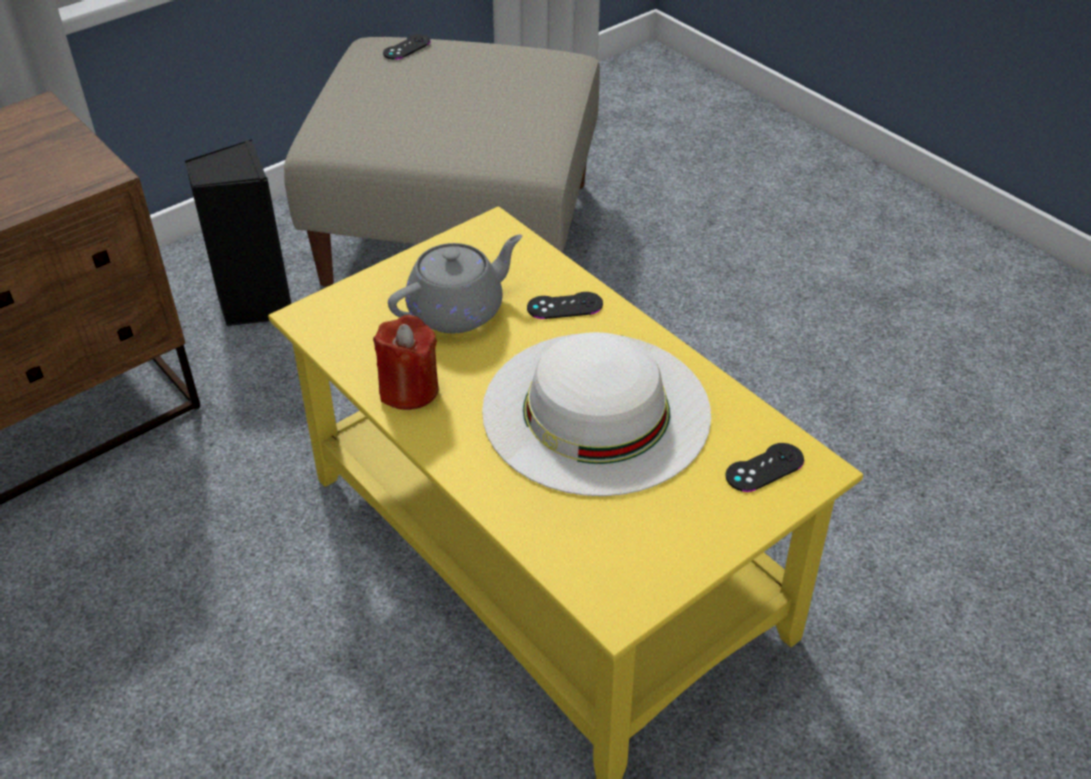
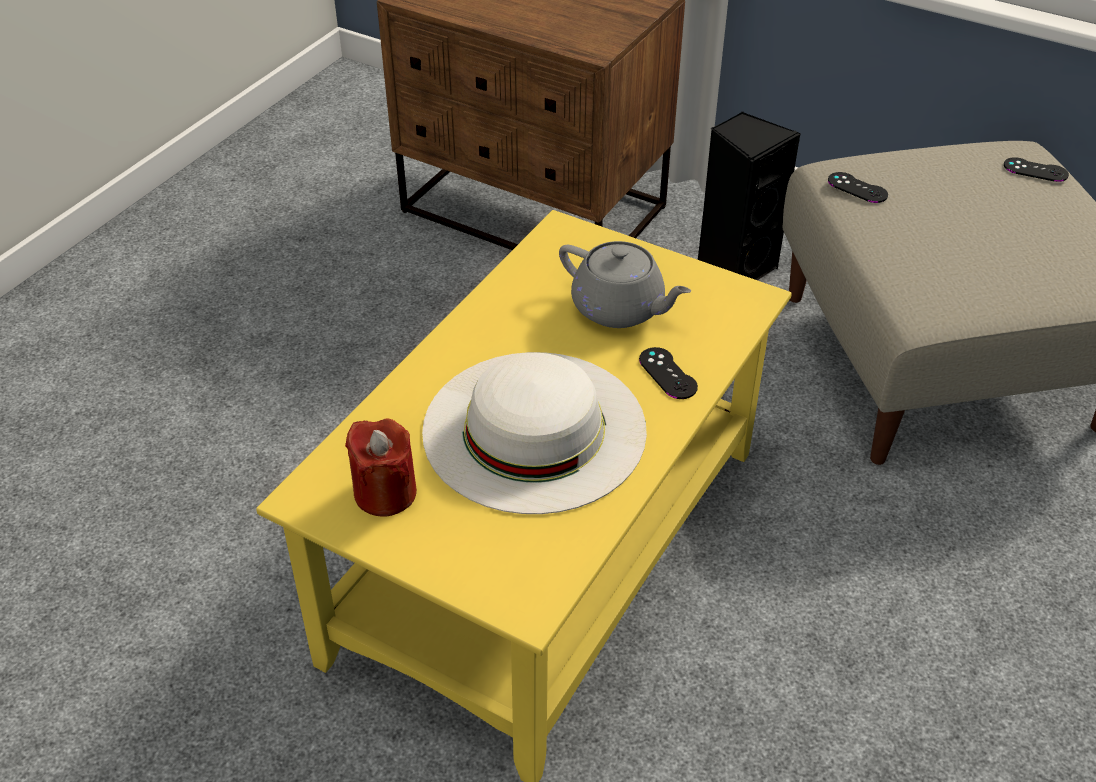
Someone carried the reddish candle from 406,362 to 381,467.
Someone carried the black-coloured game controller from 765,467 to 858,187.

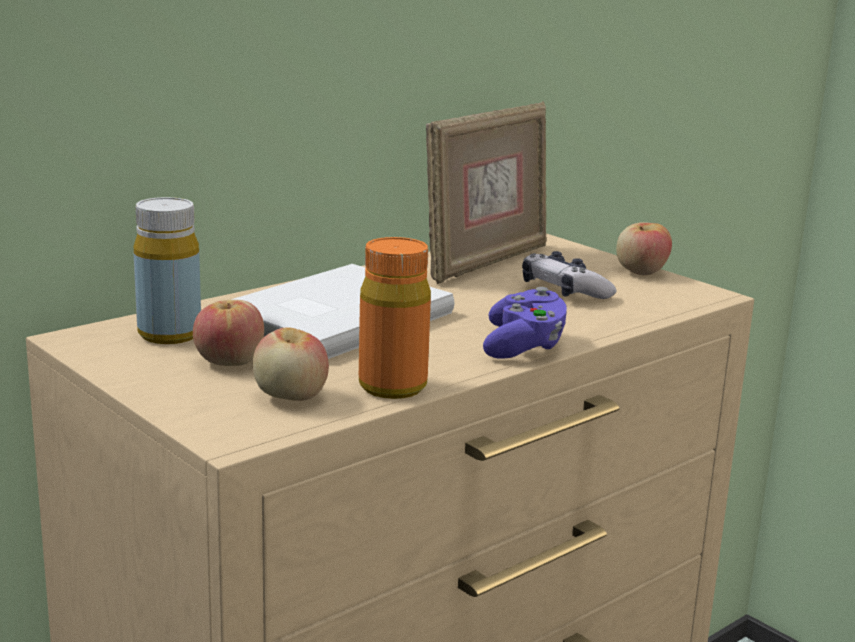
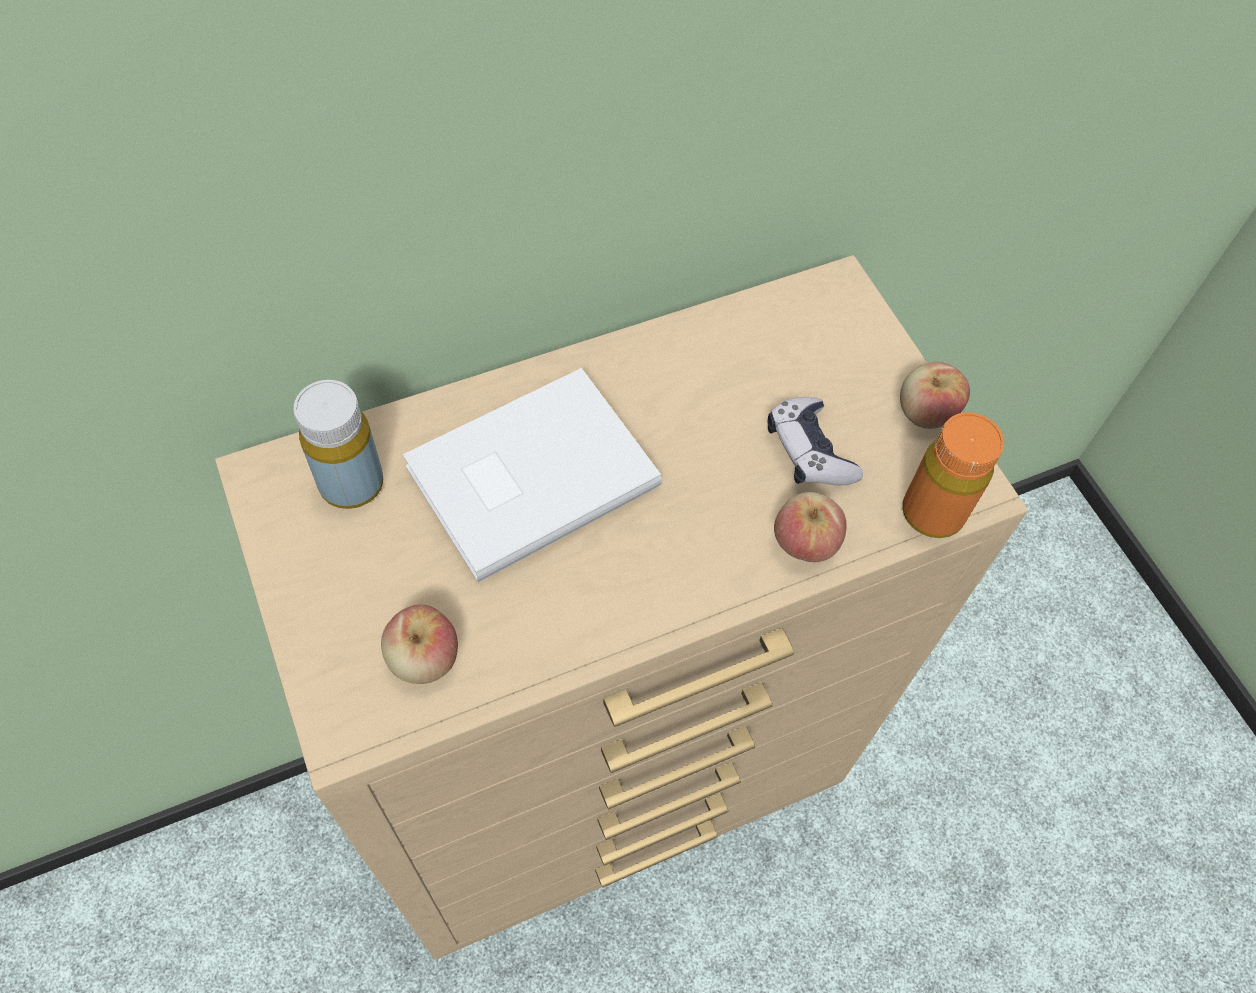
Someone took away the picture frame at 486,192.
Someone took away the purple game controller at 525,323.
Someone carried the whole apple from 228,333 to 810,527.
Someone carried the orange beverage bottle from 395,318 to 953,475.

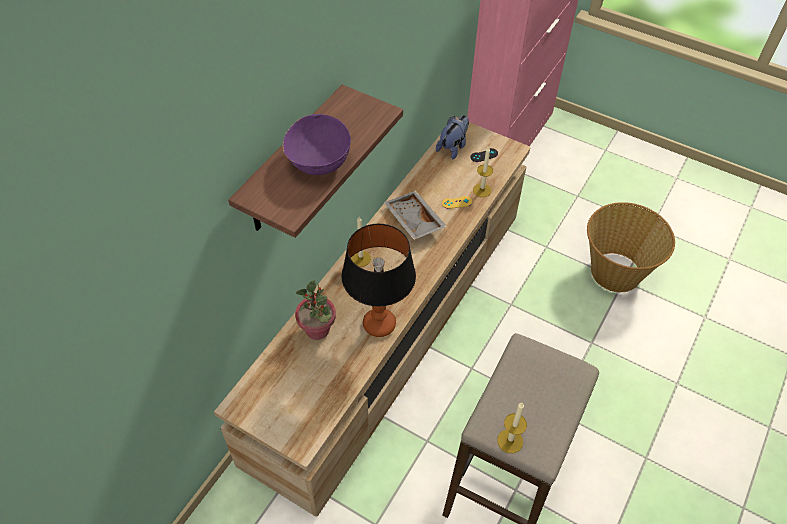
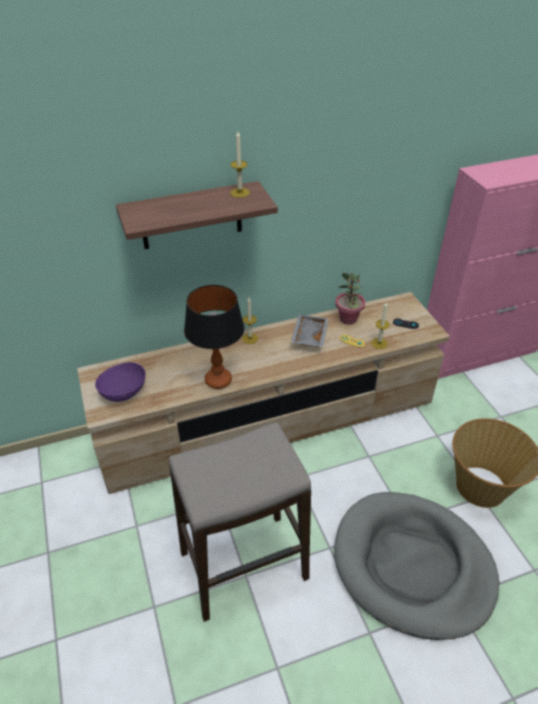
Someone took away the plush toy at 452,137.
Someone put down the grey dog cushion at 416,566.
Someone carried the purple deep dish from 317,144 to 120,382.
Someone carried the potted plant from 315,310 to 350,299.
Someone carried the candle from 512,428 to 240,164.

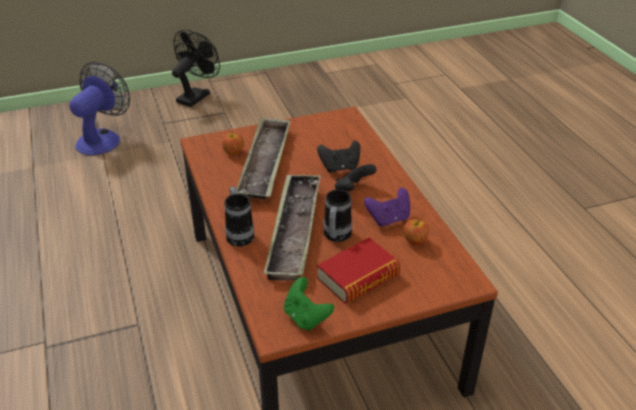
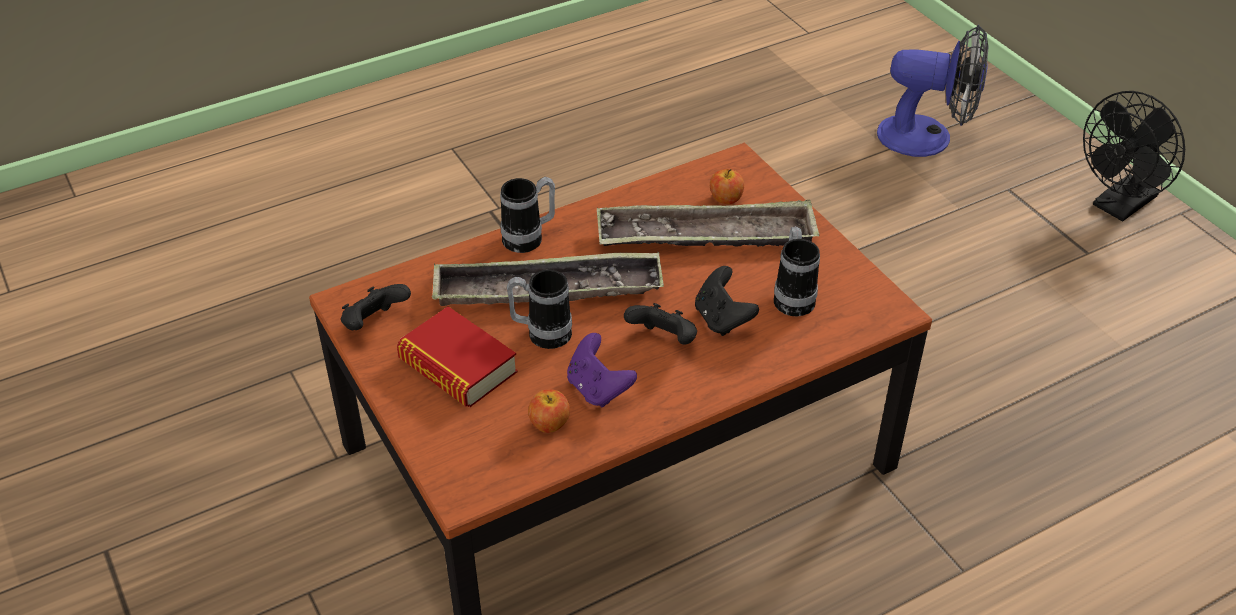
Someone put down the coffee mug at 797,271.
Someone repainted the green game controller at 309,304, which became the black-coloured game controller at 376,307.
Someone rotated the black-coloured cooling fan at 196,68 by 120 degrees clockwise.

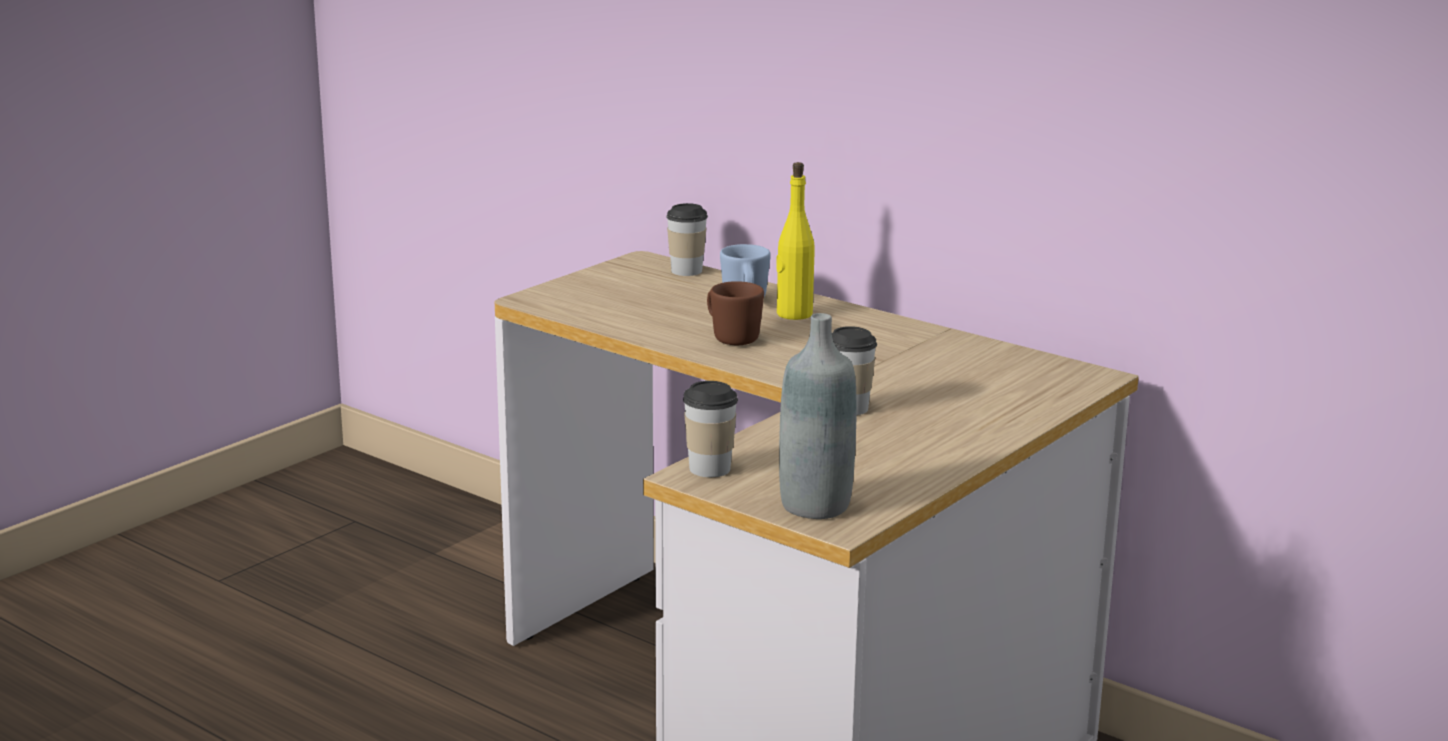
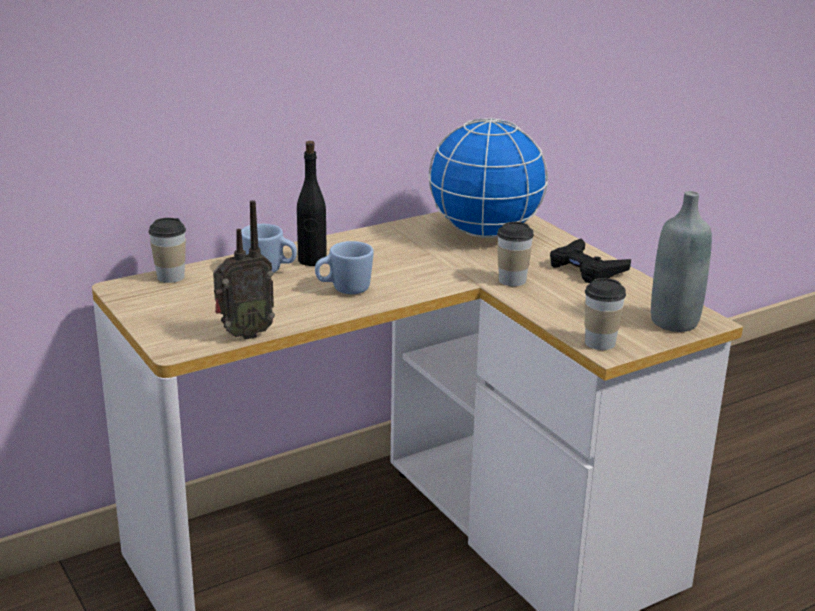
Someone put down the radio at 244,270.
Someone put down the globe at 488,178.
Someone put down the black-coloured game controller at 590,260.
Someone repainted the brown-coloured coffee mug at 735,313, which became the blue coffee mug at 344,267.
Someone repainted the yellow-coloured beverage bottle at 795,241, which became the black-coloured beverage bottle at 312,203.

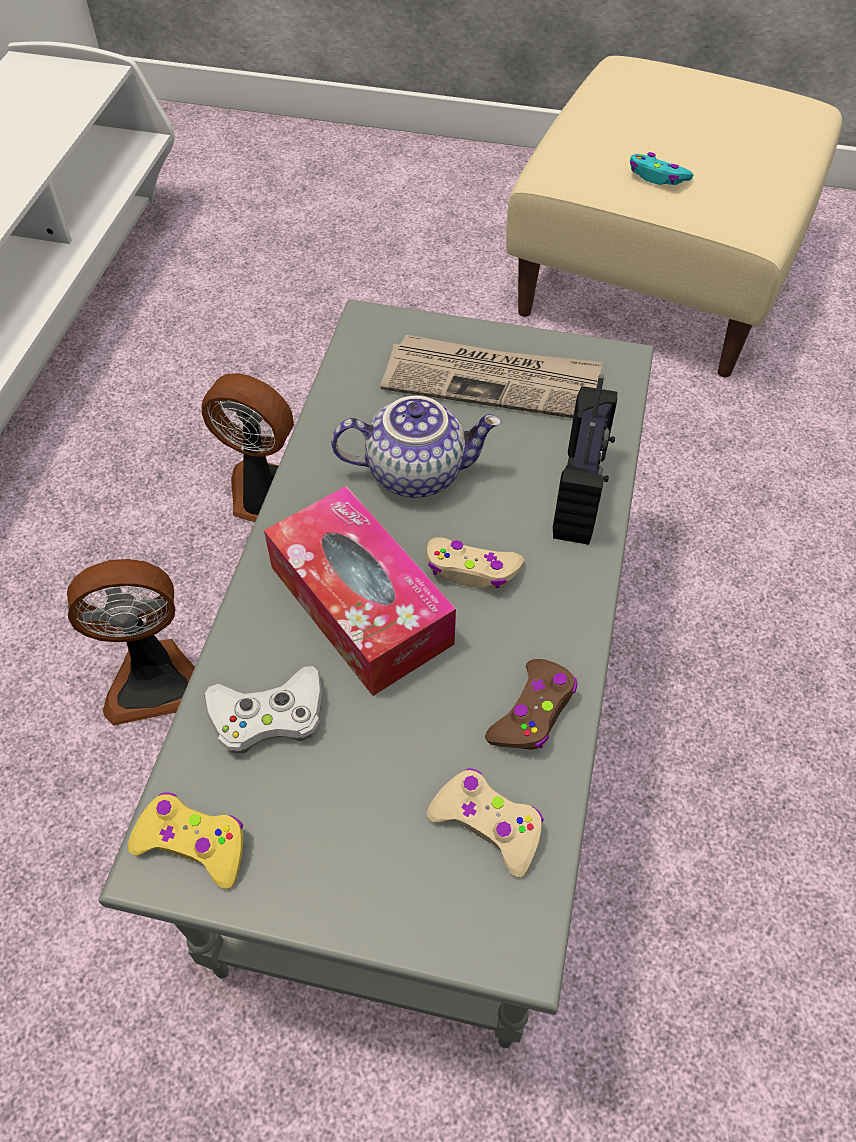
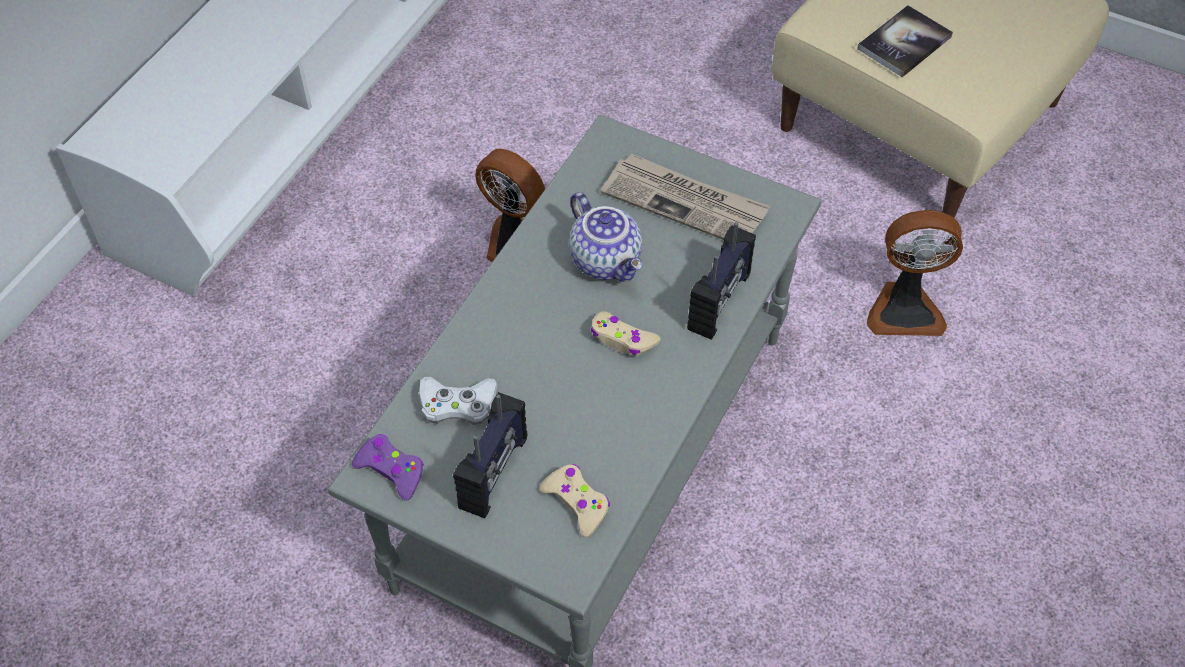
Someone took away the box of tissues at 360,591.
Someone took away the brown-coloured game controller at 531,704.
Someone put down the radio at 490,455.
Someone carried the cooling fan from 131,642 to 915,273.
Someone swapped the turquoise game controller at 662,168 for the book at 905,41.
Someone repainted the yellow-coloured game controller at 185,840, which became the purple game controller at 388,467.
Someone rotated the pot for tea at 416,447 by 45 degrees clockwise.

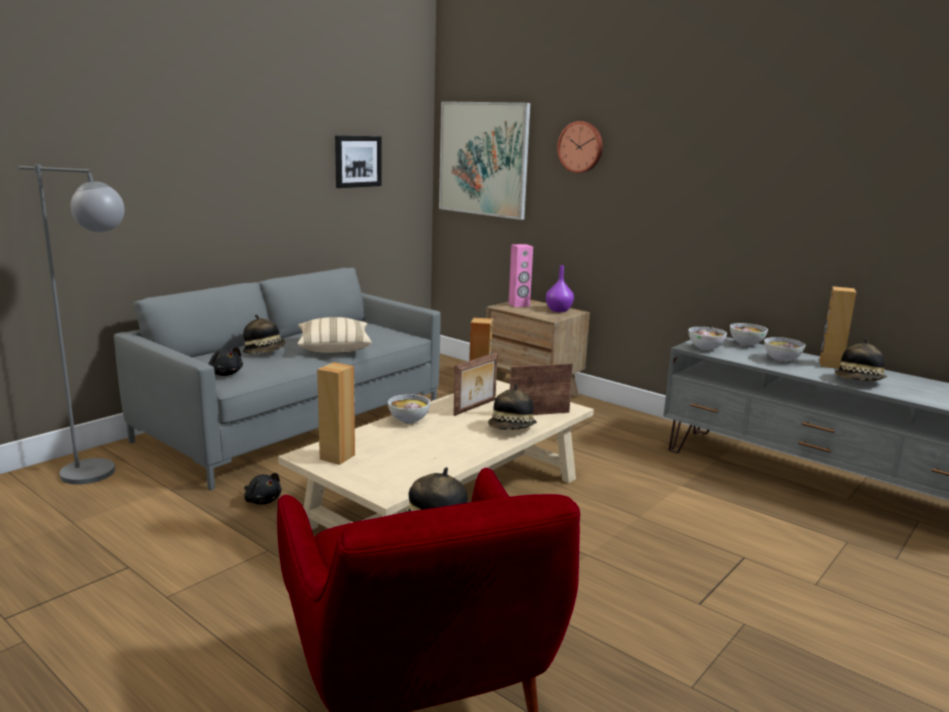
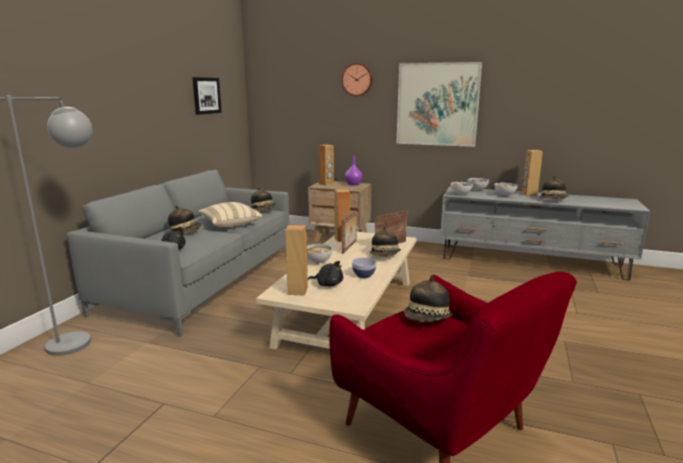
Someone put down the clothing hat at 263,199.
Someone put down the deep dish at 364,268.
Someone carried the black-coloured plush toy from 263,489 to 325,273.
Someone carried the picture from 484,160 to 439,104.
Someone repainted the pink speaker at 521,275, which became the brown-coloured speaker at 326,165.

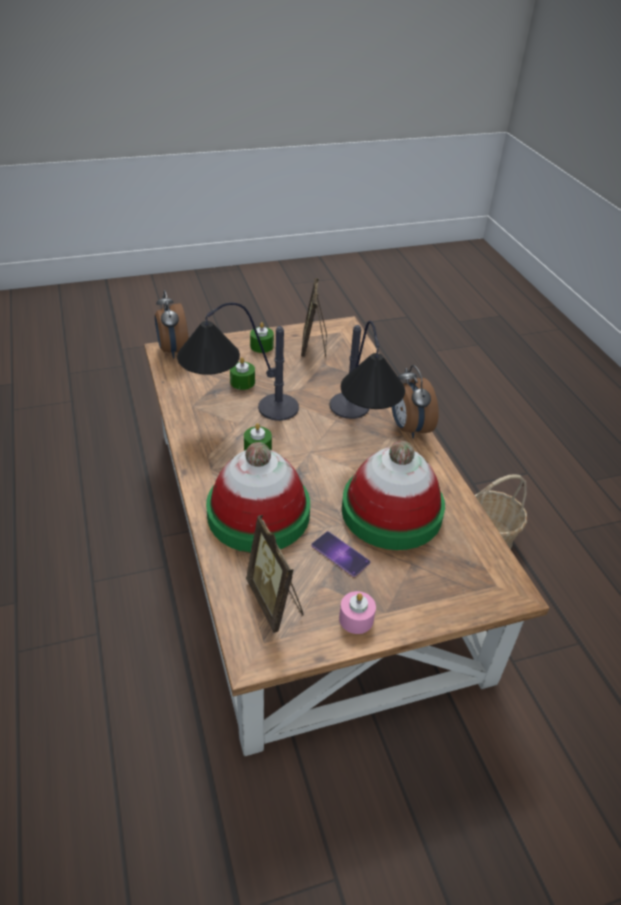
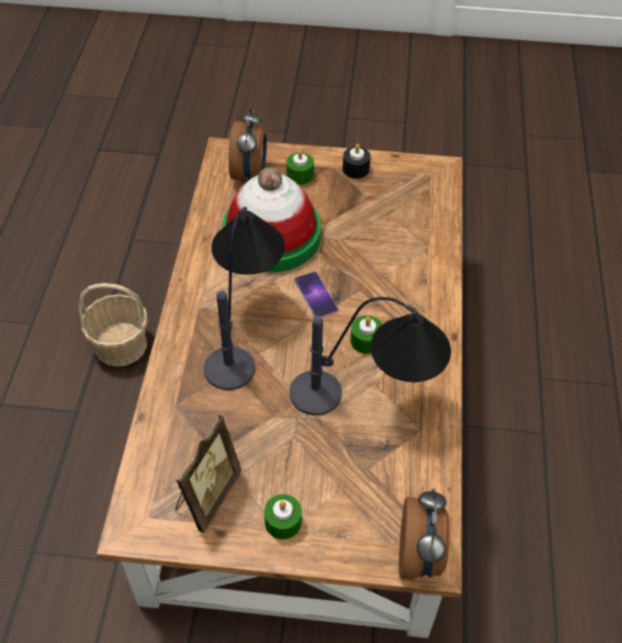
Someone took away the clothing hat at 258,497.
Someone took away the picture frame at 275,574.
Someone carried the green candle from 242,373 to 300,167.
Someone carried the handset from 340,554 to 316,294.
Someone carried the table clock from 415,401 to 247,144.
Someone repainted the pink candle at 357,612, which became the black-coloured candle at 357,161.

